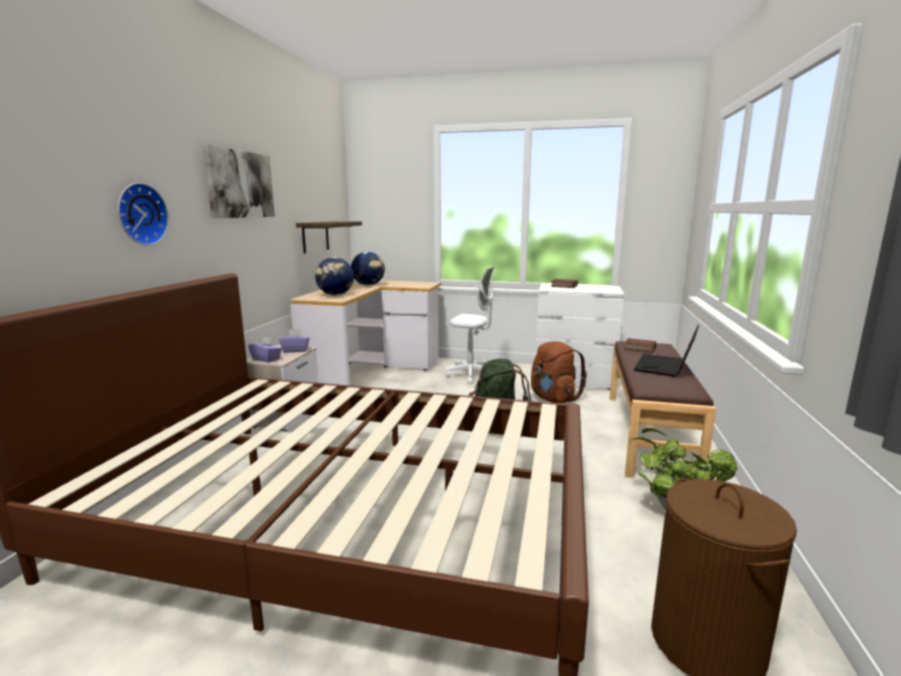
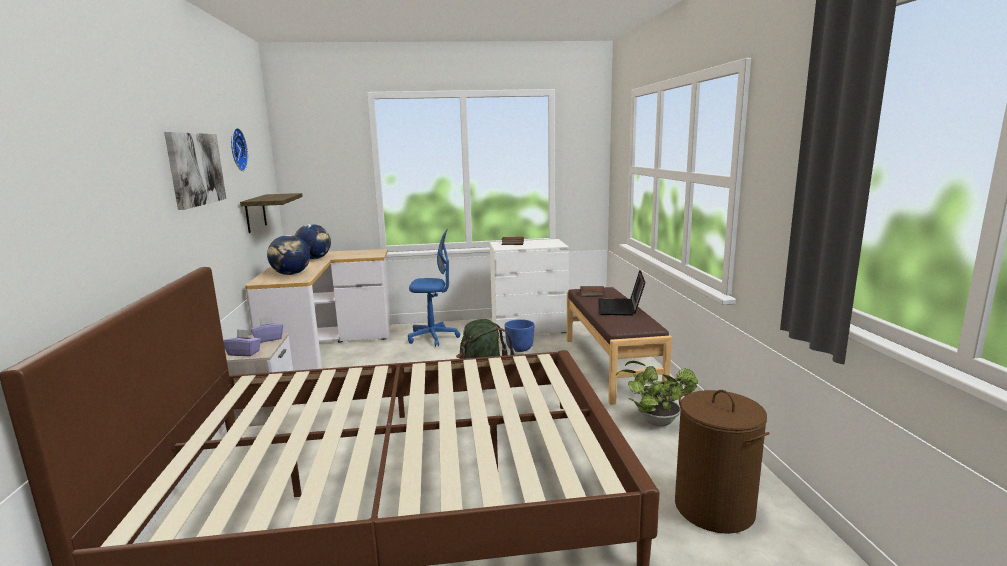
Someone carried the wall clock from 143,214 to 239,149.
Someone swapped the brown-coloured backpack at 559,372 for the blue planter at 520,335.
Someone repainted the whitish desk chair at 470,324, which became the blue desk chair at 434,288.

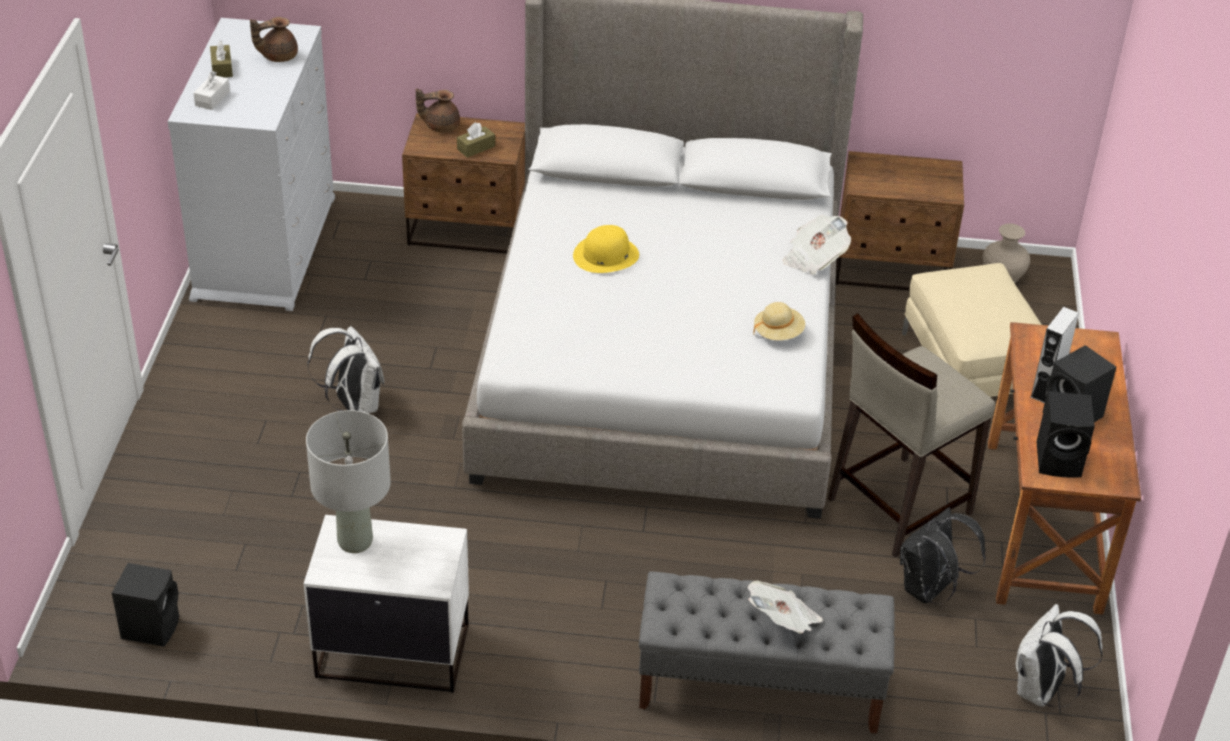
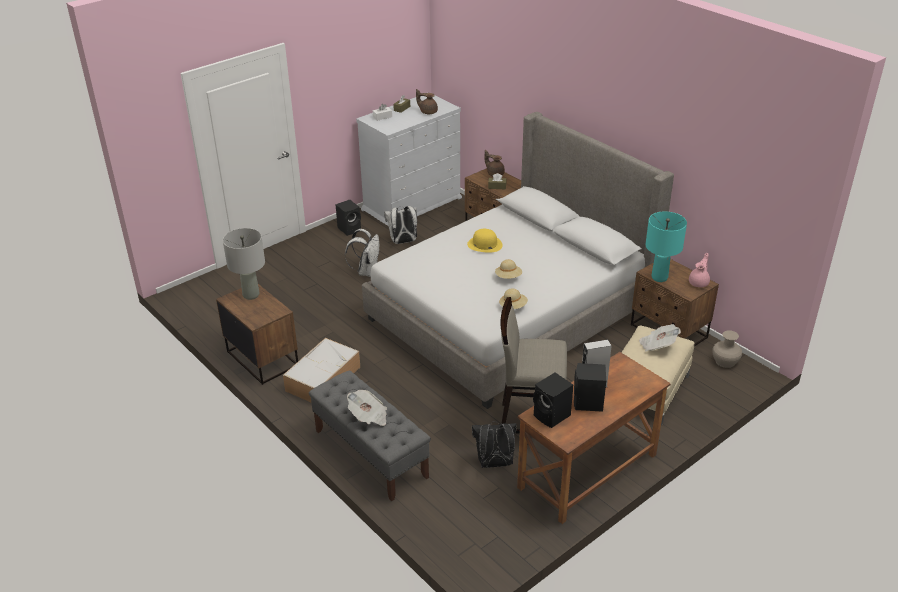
Someone put down the storage container at 321,370.
Someone put down the sand-coloured clothing hat at 508,269.
Someone put down the turquoise lamp for a table at 666,246.
Someone put down the pink pot for tea at 699,270.
Someone carried the black-coloured speaker from 145,605 to 348,218.
Someone carried the newspaper from 817,245 to 660,338.
Someone carried the whitish backpack from 1059,655 to 400,225.
Someone repainted the whitish night table at 386,604, which became the brown-coloured night table at 257,334.

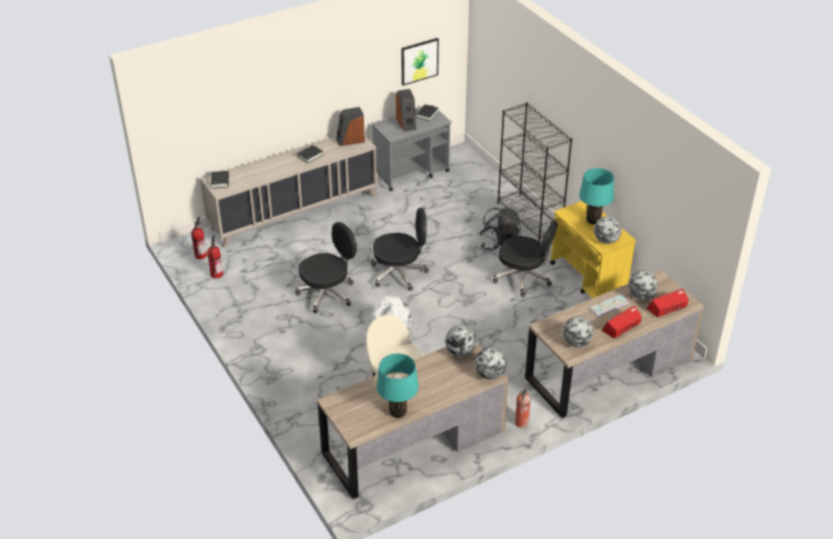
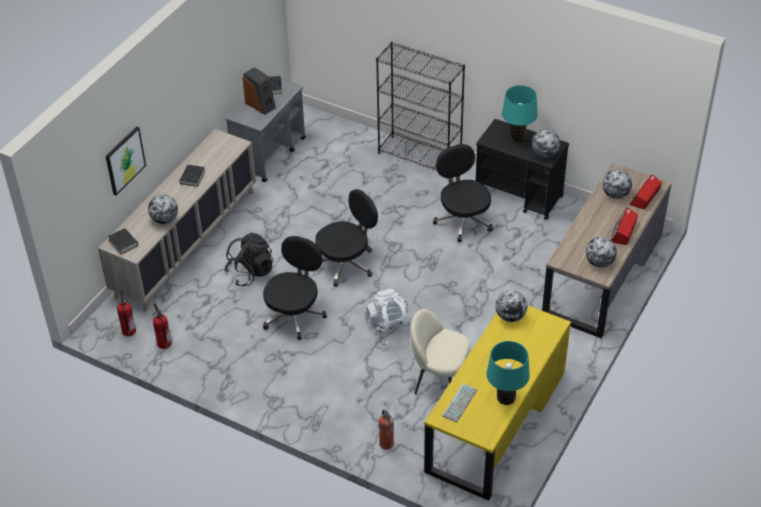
Someone took away the speaker at 350,126.
Someone carried the picture from 420,62 to 126,160.
Someone carried the globe from 491,363 to 163,209.
Someone carried the black-coloured backpack from 500,229 to 249,259.
Someone carried the extinguisher from 523,408 to 386,429.
Someone carried the computer keyboard from 609,305 to 459,403.
Someone repainted the brown-coloured desk unit at 413,420, which became the yellow-coloured desk unit at 497,403.
Someone repainted the yellow-coloured cart at 593,249, which became the black-coloured cart at 522,169.
Someone rotated the black-coloured desk chair at 525,258 by 105 degrees counterclockwise.

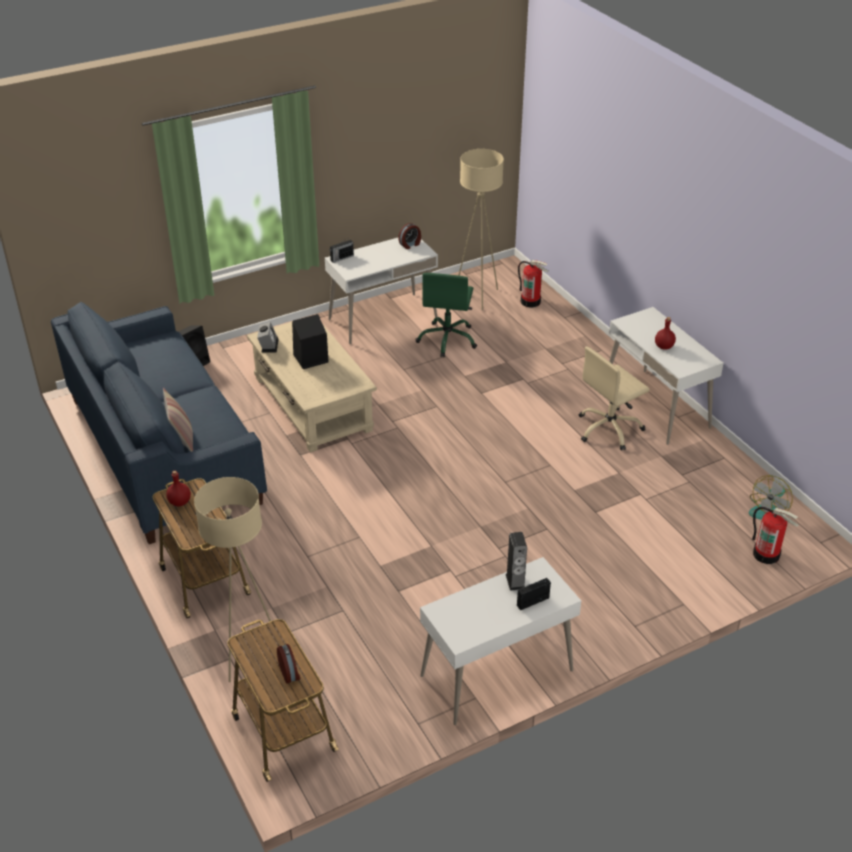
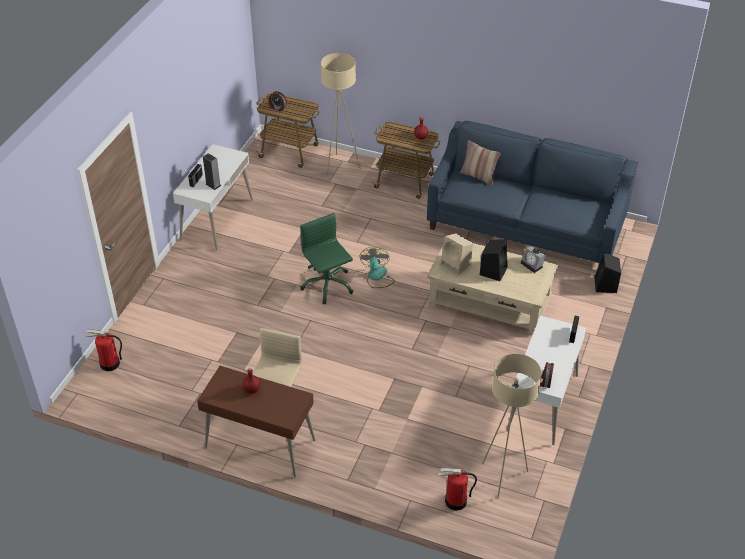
Someone put down the sand-coloured speaker at 456,254.
Someone carried the green desk chair from 446,315 to 327,259.
Someone carried the cooling fan from 771,497 to 377,267.
Someone repainted the whitish desk unit at 666,376, which became the brown-coloured desk unit at 256,422.

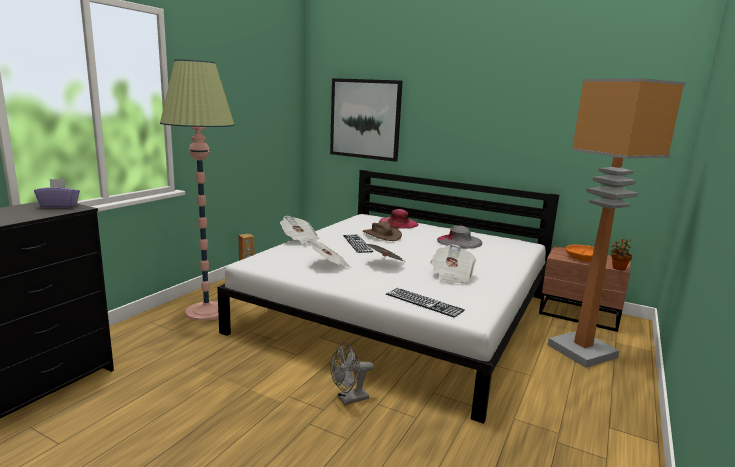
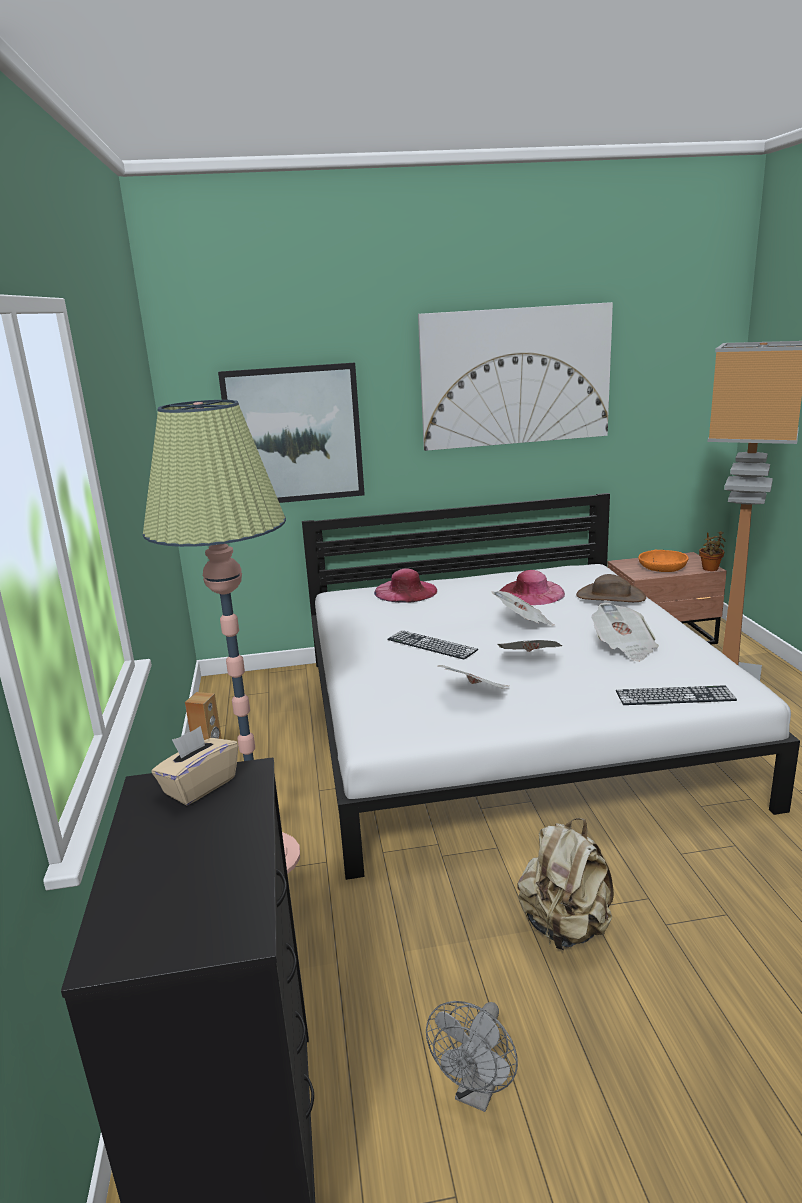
Someone put up the picture at 515,376.
Someone put down the sand-coloured backpack at 565,884.
Someone carried the newspaper from 299,231 to 523,608.
Someone carried the grey cooling fan from 352,374 to 472,1056.
Someone carried the brown-coloured clothing hat from 382,231 to 611,588.
Someone repainted the purple box of tissues at 57,193, which became the sand-coloured box of tissues at 195,766.
Someone repainted the grey clothing hat at 459,237, which became the pink clothing hat at 532,587.

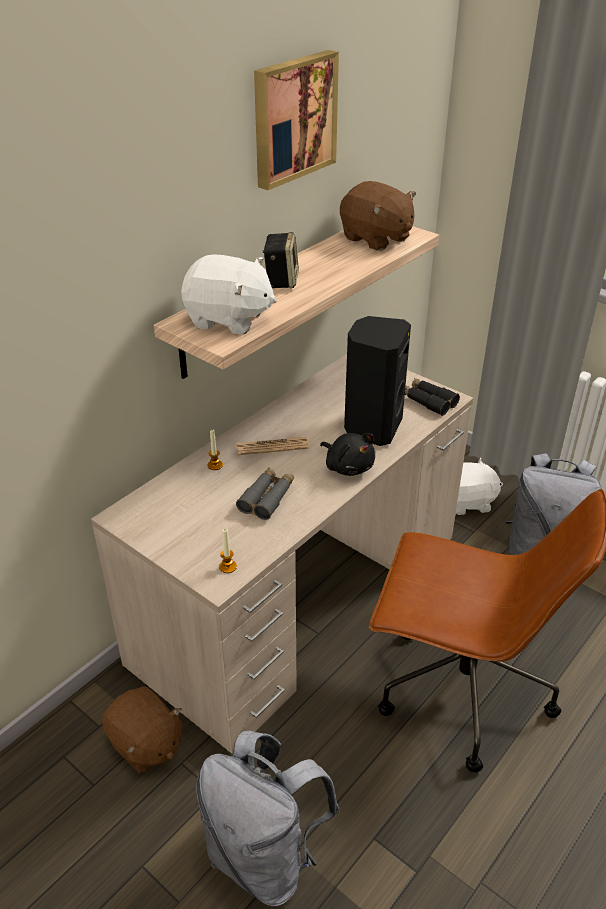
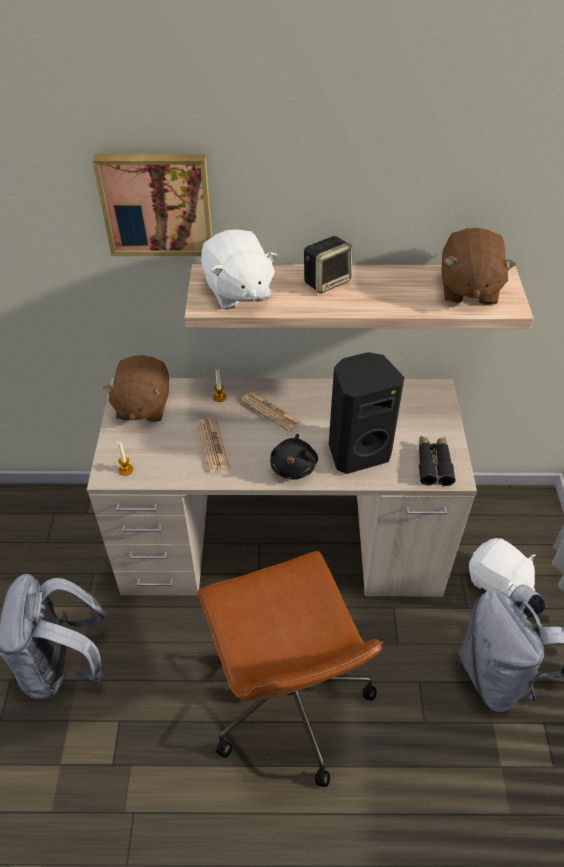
Someone carried the brown-coloured plush toy from 142,730 to 136,388.
Someone carried the picture from 296,120 to 152,205.
Someone swapped the grey pair of binoculars at 265,493 for the newspaper at 213,445.

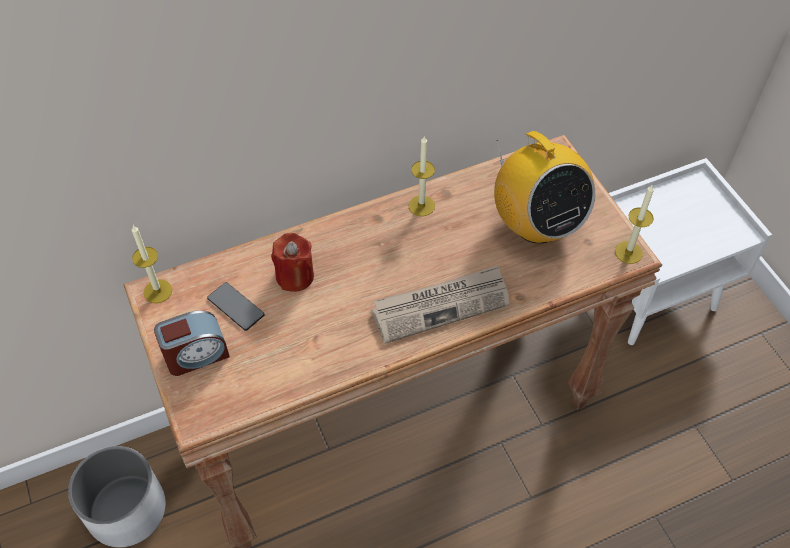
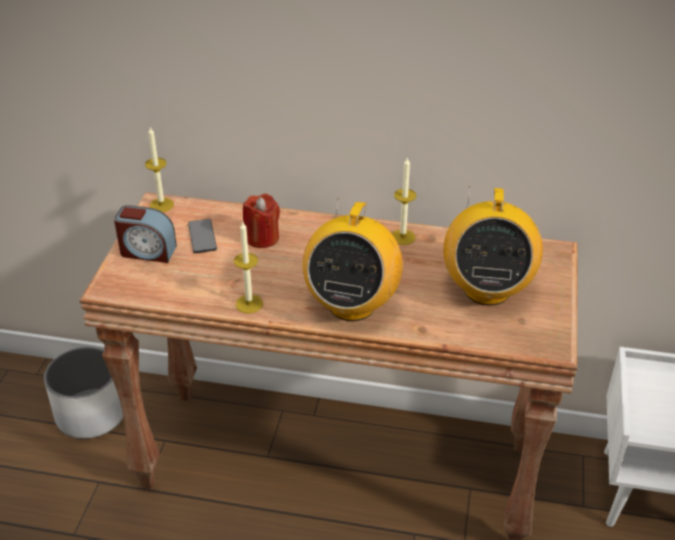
Someone carried the candle from 634,224 to 248,268.
Someone swapped the newspaper at 440,304 for the radio at 353,260.

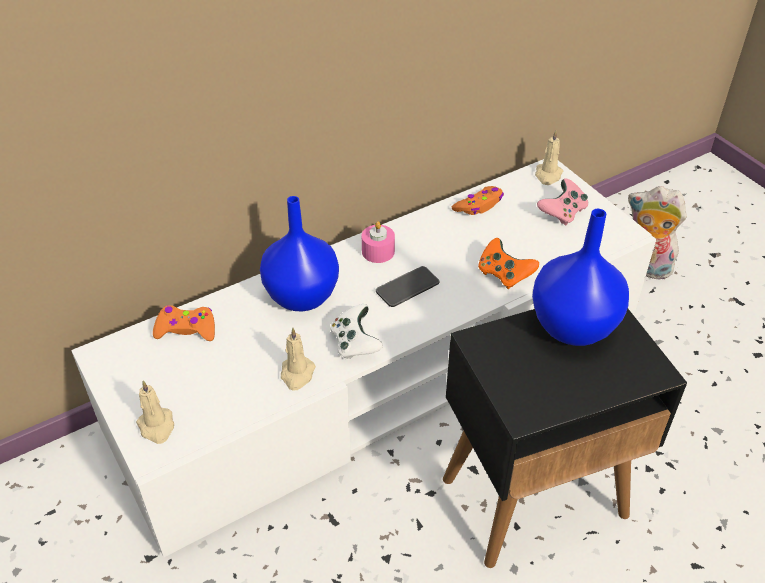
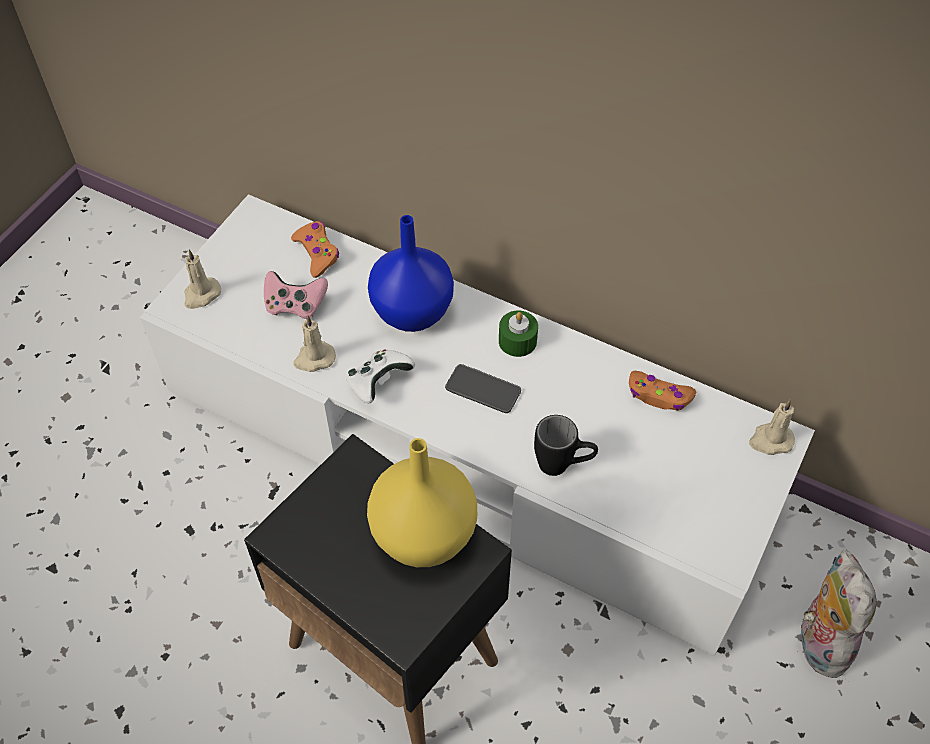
Someone carried the pink game controller from 562,202 to 296,295.
Someone swapped the orange game controller at 508,263 for the black-coloured coffee mug at 566,445.
Someone repainted the pink candle at 378,242, which became the green candle at 518,334.
Someone repainted the blue vase at 580,277, which became the yellow-coloured vase at 422,502.

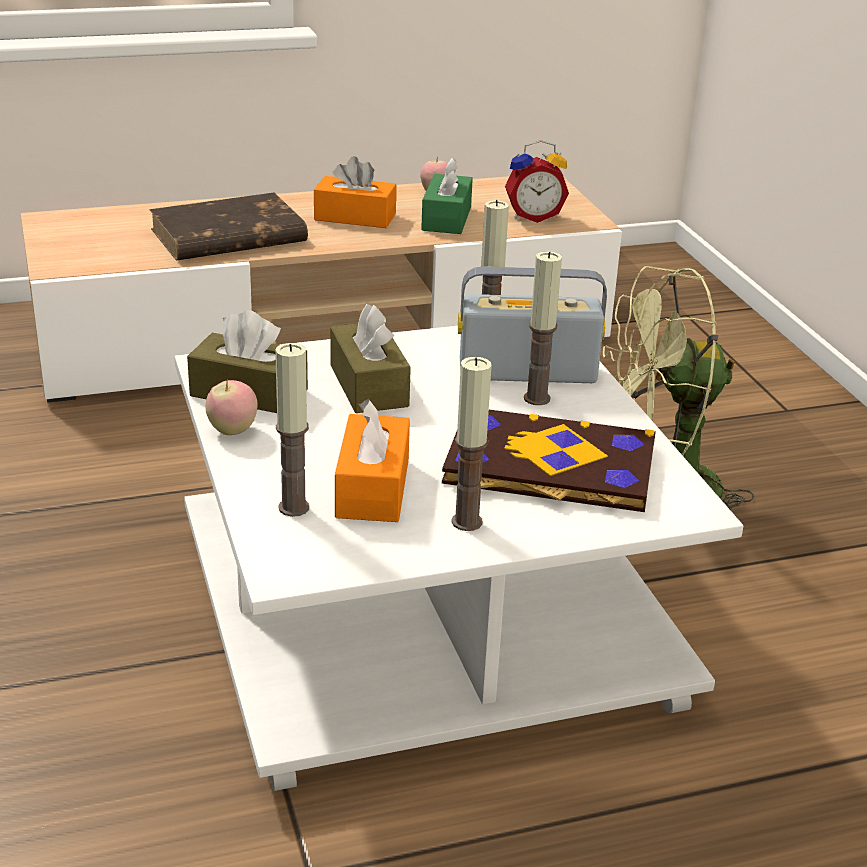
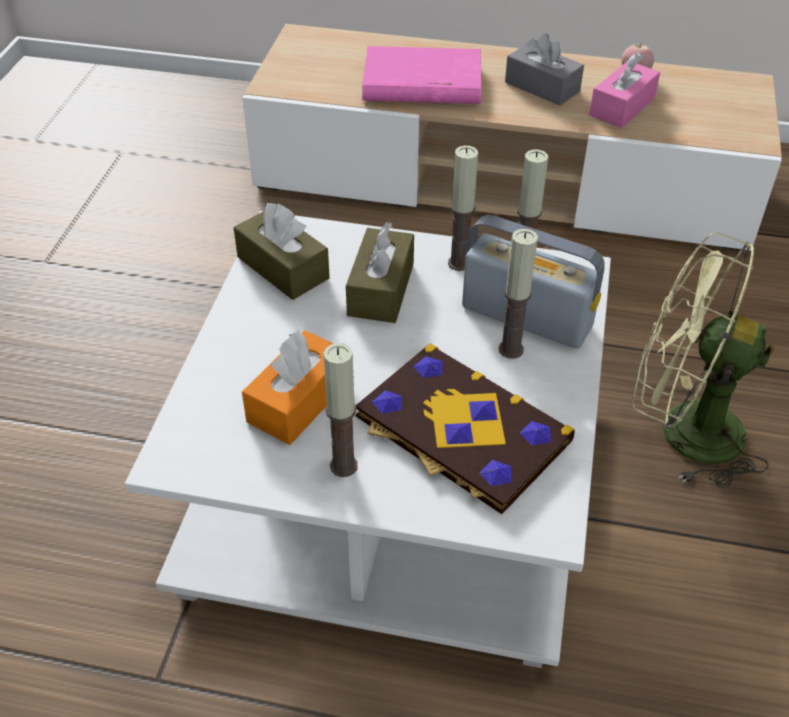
Someone took away the whole apple at 232,407.
Someone took away the table clock at 537,181.
Someone carried the candle from 292,430 to 463,208.
Someone repainted the brown-coloured book at 228,226, which became the pink book at 422,75.
Someone repainted the orange box of tissues at 355,192, which became the grey box of tissues at 544,70.
Someone repainted the green box of tissues at 447,195, which became the pink box of tissues at 624,90.

